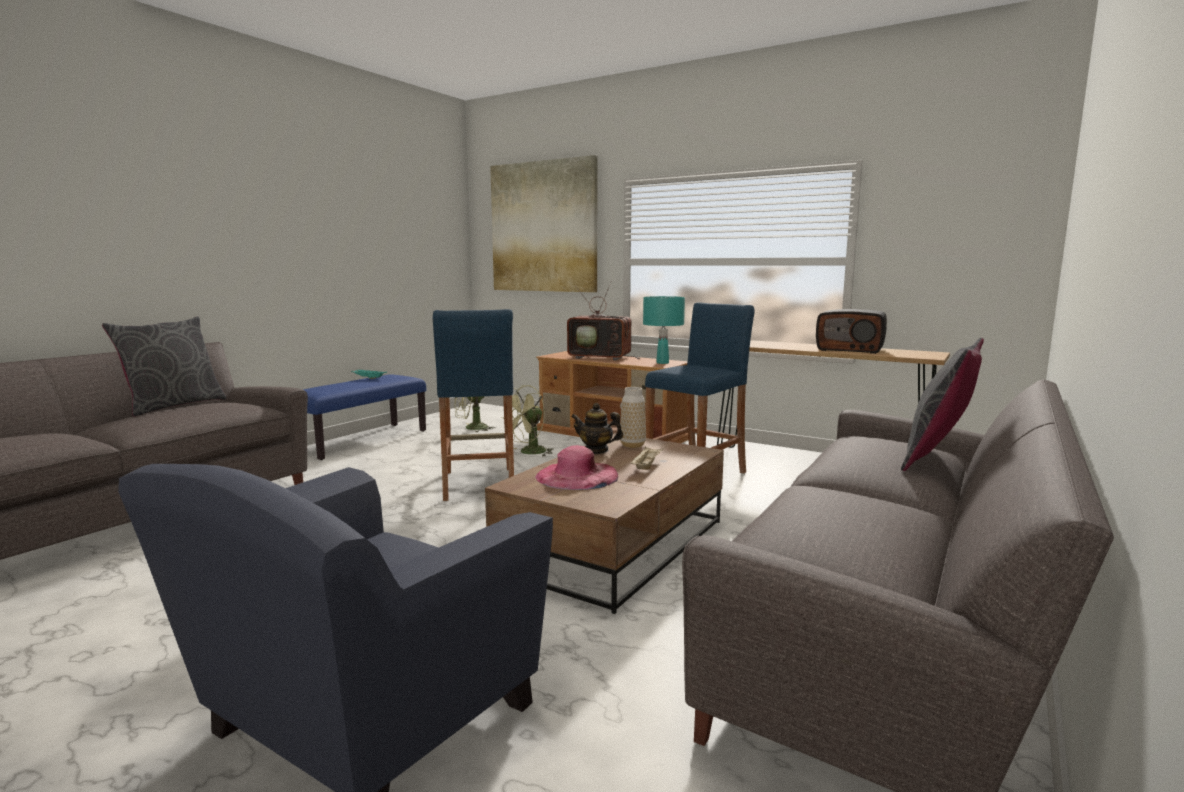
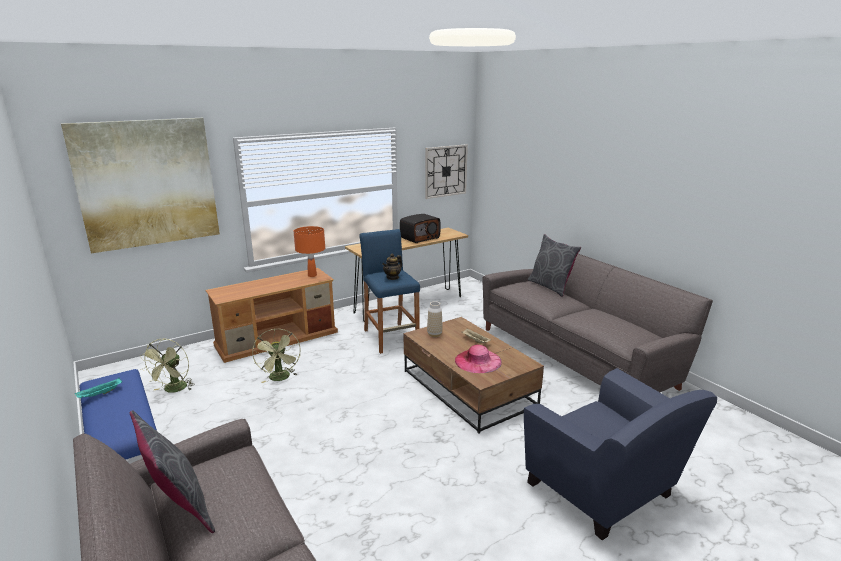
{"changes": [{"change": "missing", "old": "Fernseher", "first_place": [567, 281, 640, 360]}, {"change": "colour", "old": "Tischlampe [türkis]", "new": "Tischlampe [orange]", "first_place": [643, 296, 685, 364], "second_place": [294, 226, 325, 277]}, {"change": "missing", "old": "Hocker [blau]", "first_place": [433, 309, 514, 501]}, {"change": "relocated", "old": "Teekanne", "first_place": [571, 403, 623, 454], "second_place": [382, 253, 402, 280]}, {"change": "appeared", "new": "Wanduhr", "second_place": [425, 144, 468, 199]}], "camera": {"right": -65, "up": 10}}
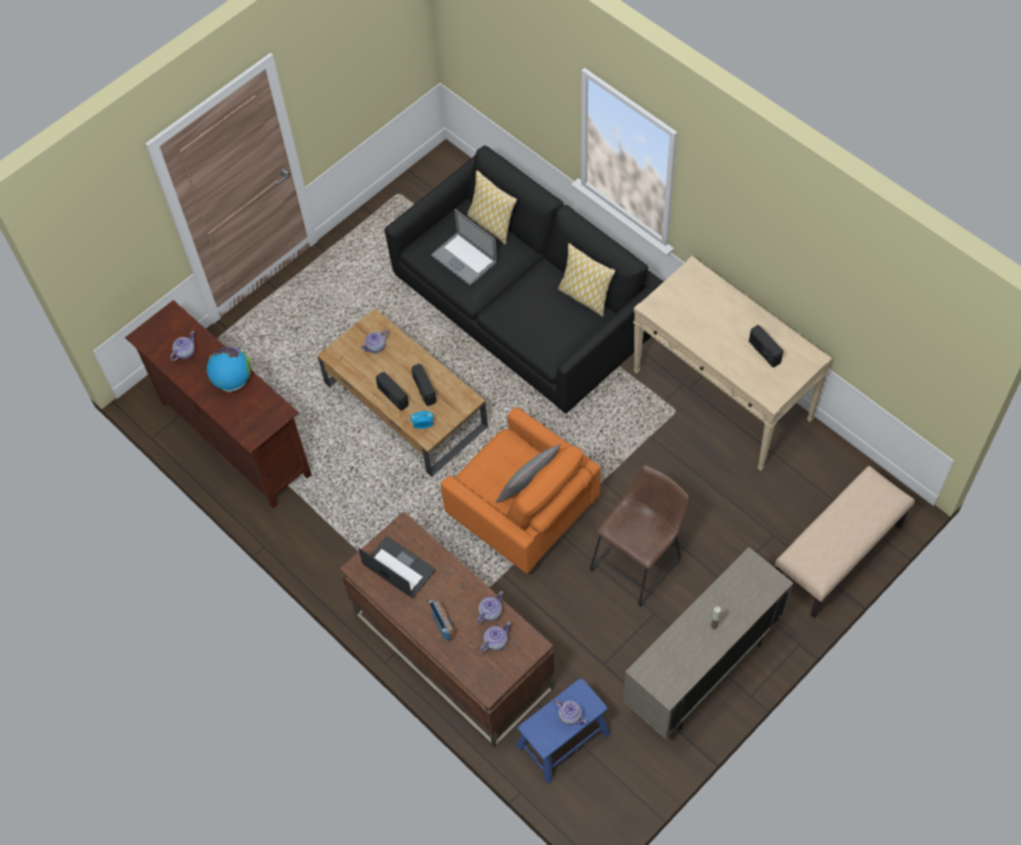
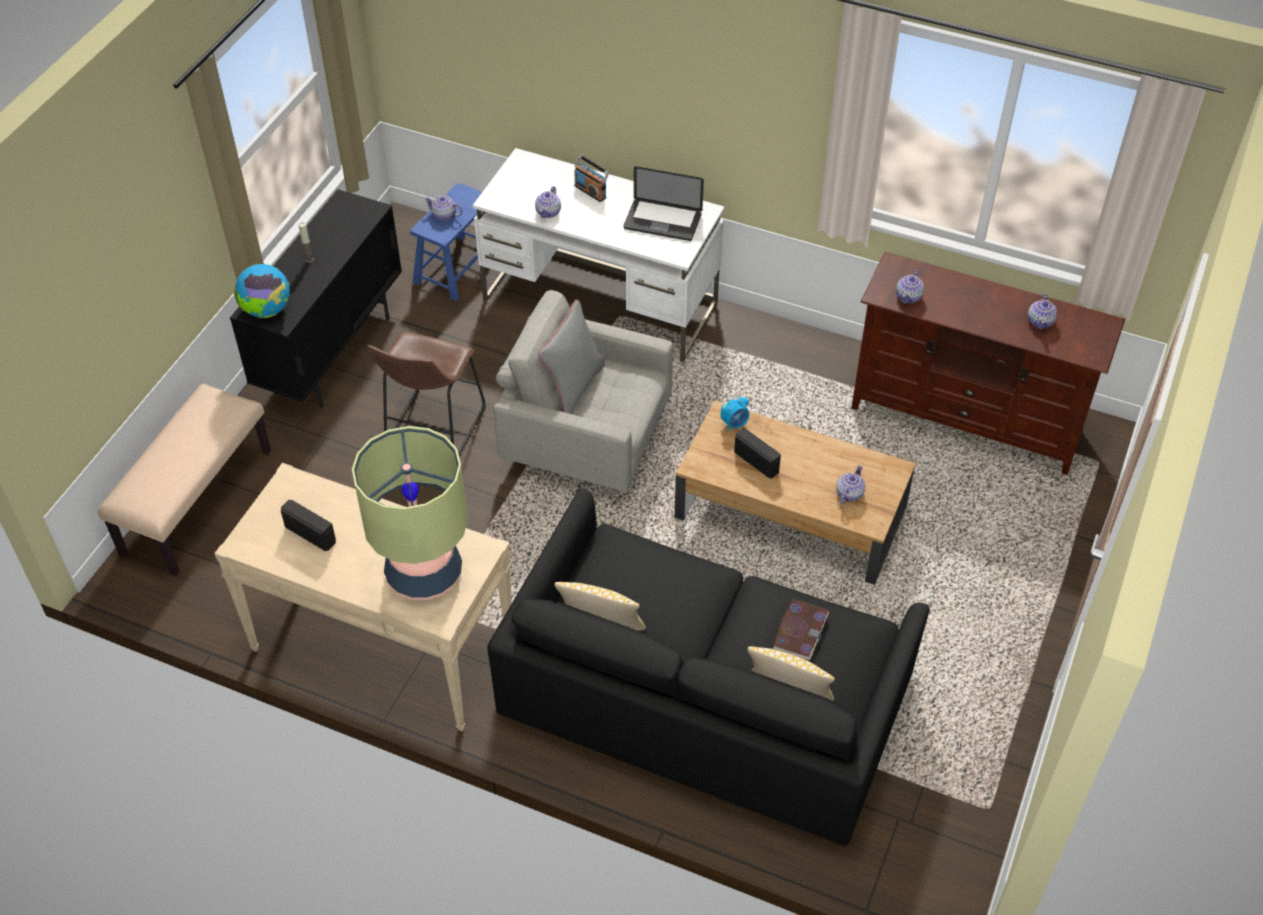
{"changes": [{"change": "exchanged", "old": "Laptop", "new": "Buch", "first_place": [431, 209, 497, 285], "second_place": [773, 599, 829, 661]}, {"change": "relocated", "old": "Globus", "first_place": [207, 347, 251, 392], "second_place": [234, 264, 290, 318]}, {"change": "missing", "old": "Radio", "first_place": [376, 372, 409, 411]}, {"change": "colour", "old": "Sessel [orange]", "new": "Sessel [grau]", "first_place": [441, 407, 601, 574], "second_place": [493, 290, 673, 491]}, {"change": "colour", "old": "Schreibtisch [braun]", "new": "Schreibtisch [weiß]", "first_place": [340, 511, 554, 748], "second_place": [473, 148, 725, 362]}, {"change": "colour", "old": "Schrank [beige]", "new": "Schrank [schwarz]", "first_place": [623, 547, 793, 739], "second_place": [230, 189, 402, 408]}, {"change": "relocated", "old": "Teekanne", "first_place": [480, 622, 510, 652], "second_place": [896, 270, 924, 304]}, {"change": "appeared", "new": "Tischlampe", "second_place": [352, 426, 468, 600]}], "camera": {"right": 155, "up": -10}}
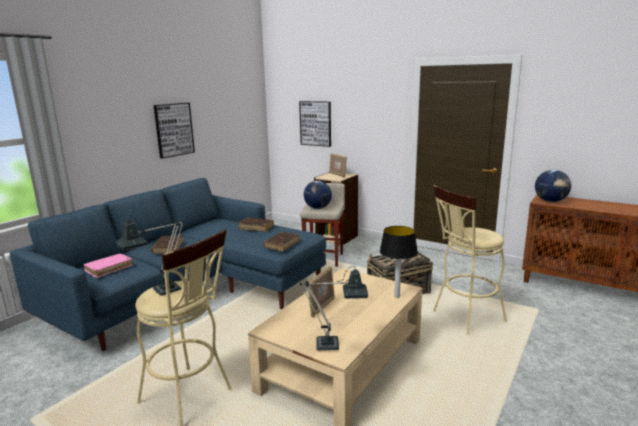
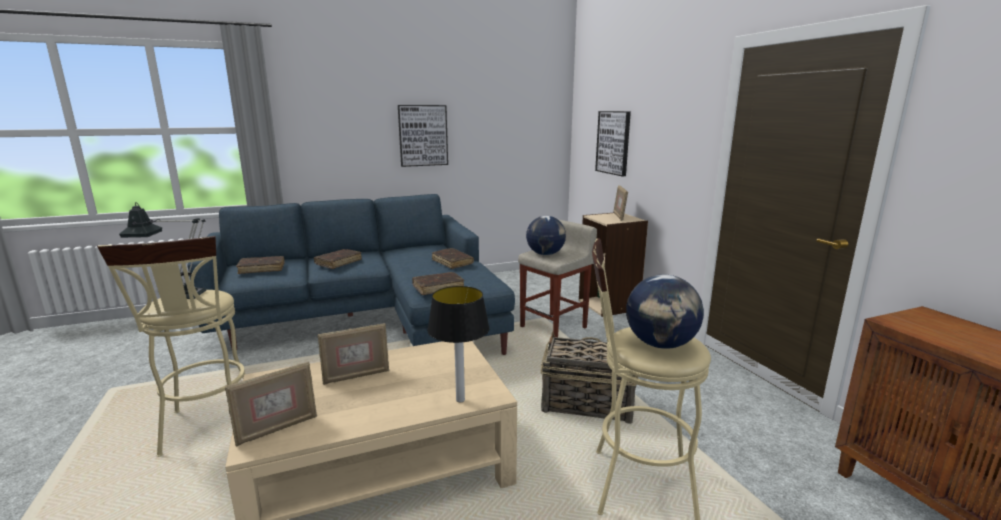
{"changes": [{"change": "relocated", "old": "Globus", "first_place": [535, 170, 571, 202], "second_place": [626, 274, 704, 349]}, {"change": "colour", "old": "Buch [rosa]", "new": "Buch [braun]", "first_place": [83, 254, 133, 278], "second_place": [236, 256, 285, 274]}, {"change": "exchanged", "old": "Tischlampe", "new": "Bilderrahmen", "first_place": [300, 266, 368, 350], "second_place": [225, 362, 317, 446]}], "camera": {"right": 35, "up": 0}}
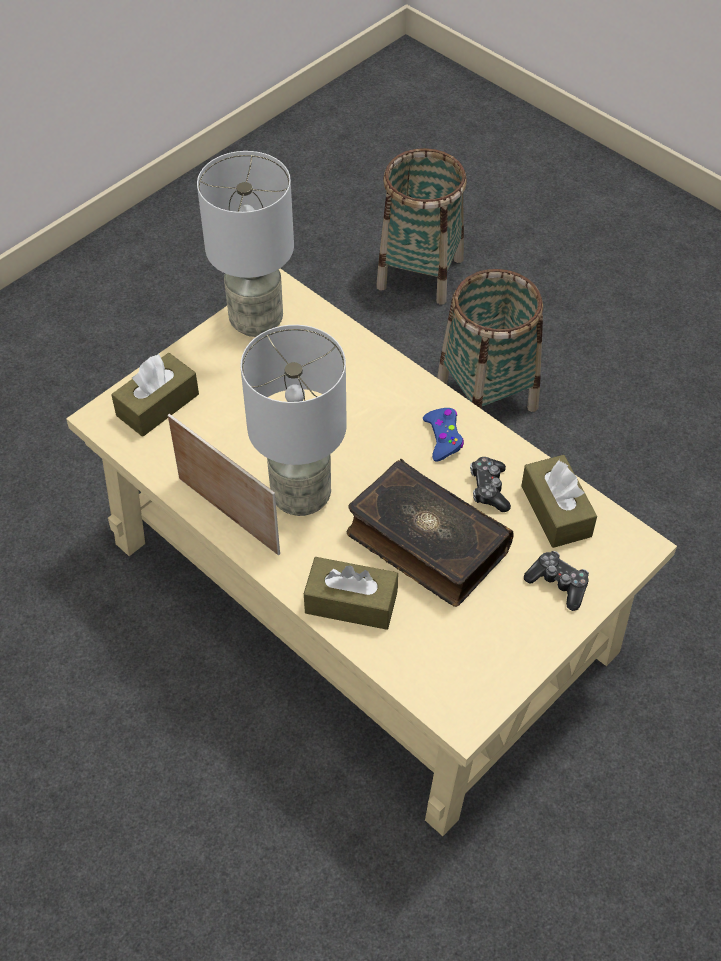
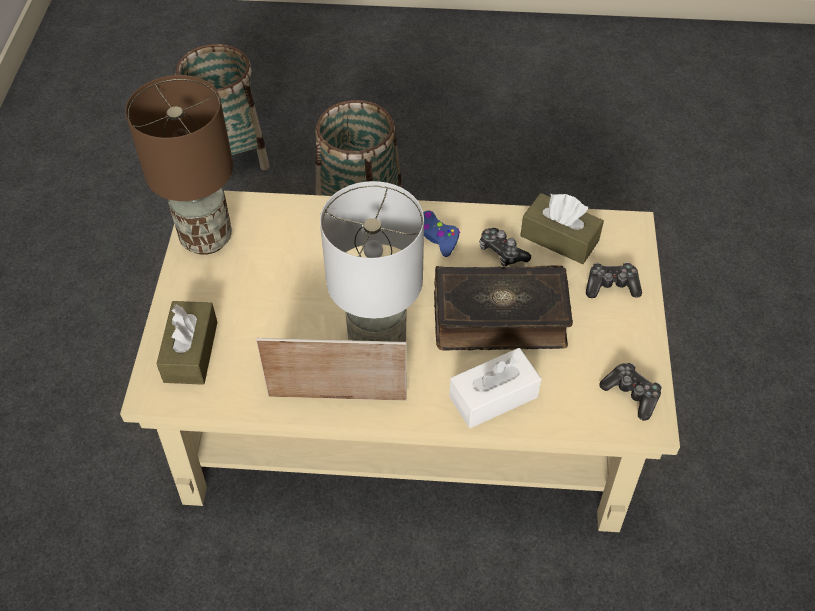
{"changes": [{"change": "colour", "old": "Tischlampe [grau]", "new": "Tischlampe [braun]", "first_place": [197, 151, 294, 337], "second_place": [125, 75, 233, 255]}, {"change": "colour", "old": "Taschentuchbox [braun]", "new": "Taschentuchbox [weiß]", "first_place": [304, 557, 398, 630], "second_place": [449, 348, 542, 428]}, {"change": "appeared", "new": "Gamepad", "second_place": [599, 363, 662, 421]}], "camera": {"right": -40, "up": 0}}
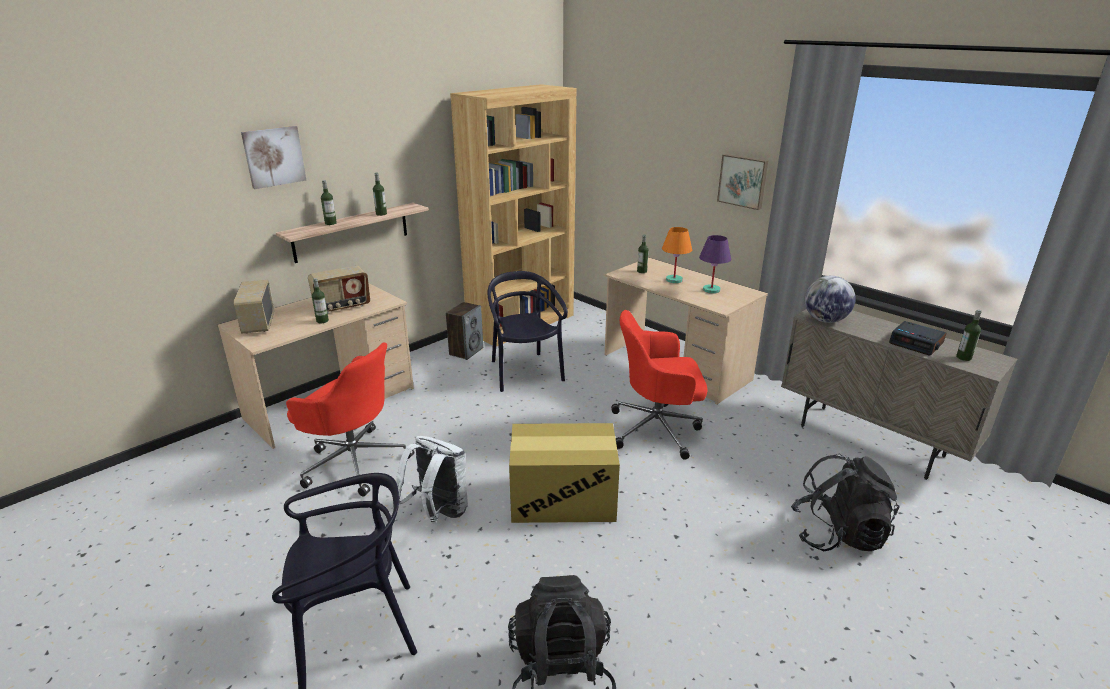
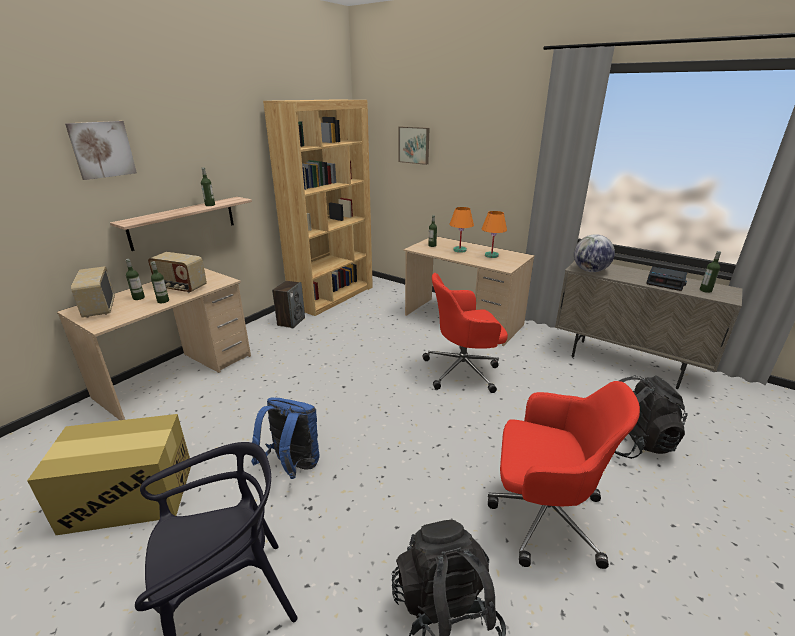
{"changes": [{"change": "relocated", "old": "Bild", "first_place": [717, 154, 768, 210], "second_place": [398, 126, 429, 165]}, {"change": "relocated", "old": "Flasche", "first_place": [321, 180, 337, 225], "second_place": [126, 259, 145, 300]}, {"change": "colour", "old": "Tischlampe [lila]", "new": "Tischlampe [orange]", "first_place": [699, 235, 731, 294], "second_place": [482, 211, 507, 258]}, {"change": "spun", "old": "Radio", "first_place": [308, 266, 370, 313], "second_place": [148, 252, 207, 293], "degrees": 60}, {"change": "missing", "old": "Stuhl [schwarz]", "first_place": [487, 271, 568, 392]}, {"change": "relocated", "old": "Bürostuhl [rot]", "first_place": [286, 342, 414, 497], "second_place": [488, 381, 640, 569]}, {"change": "relocated", "old": "Karton", "first_place": [509, 423, 620, 523], "second_place": [27, 414, 191, 535]}, {"change": "colour", "old": "Rucksack [weiß]", "new": "Rucksack [blau]", "first_place": [396, 436, 468, 523], "second_place": [251, 397, 320, 479]}], "camera": {"right": -10, "up": 0}}
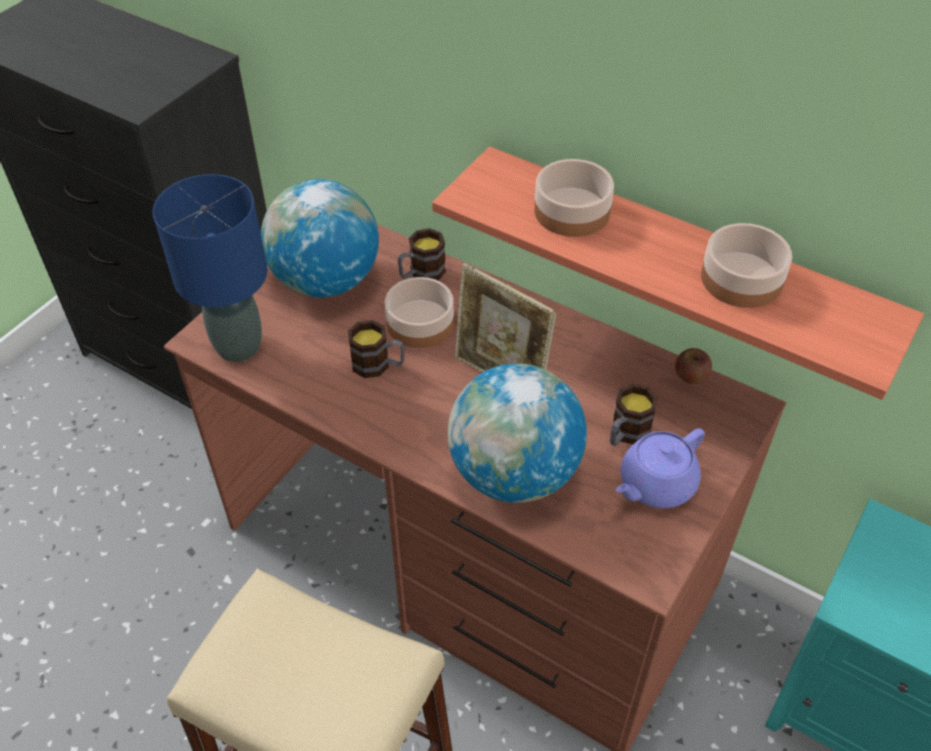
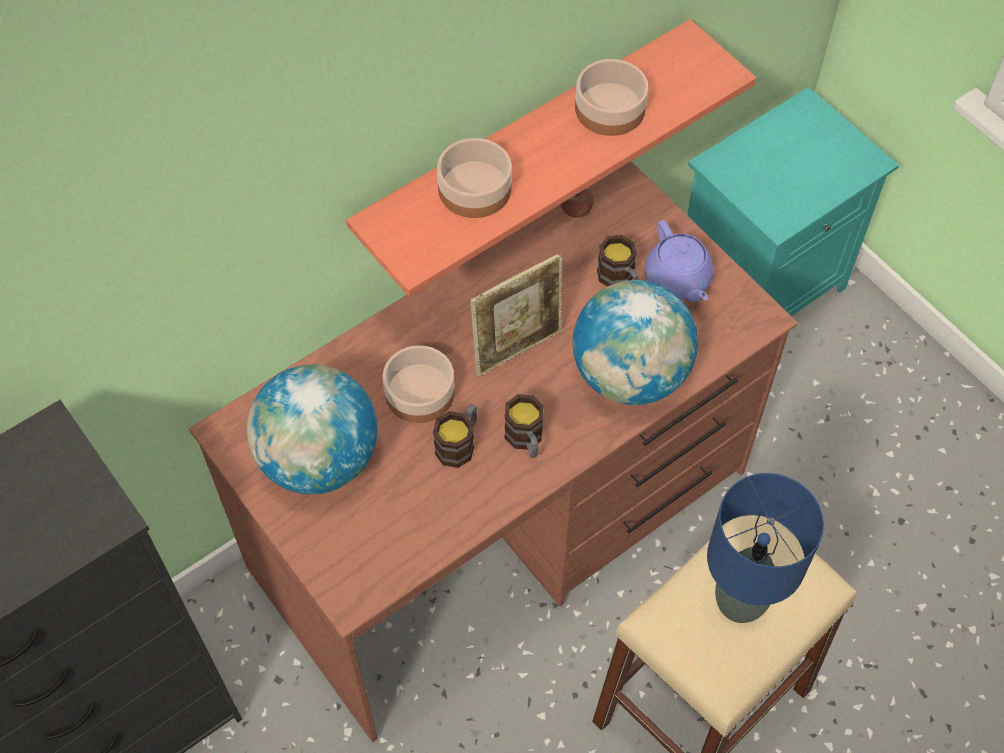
{"changes": [{"change": "relocated", "old": "Tischlampe [blau]", "first_place": [153, 174, 268, 362], "second_place": [707, 473, 824, 623]}, {"change": "relocated", "old": "Henkelbecher", "first_place": [398, 228, 446, 280], "second_place": [505, 394, 544, 458]}], "camera": {"right": -70, "up": 10}}
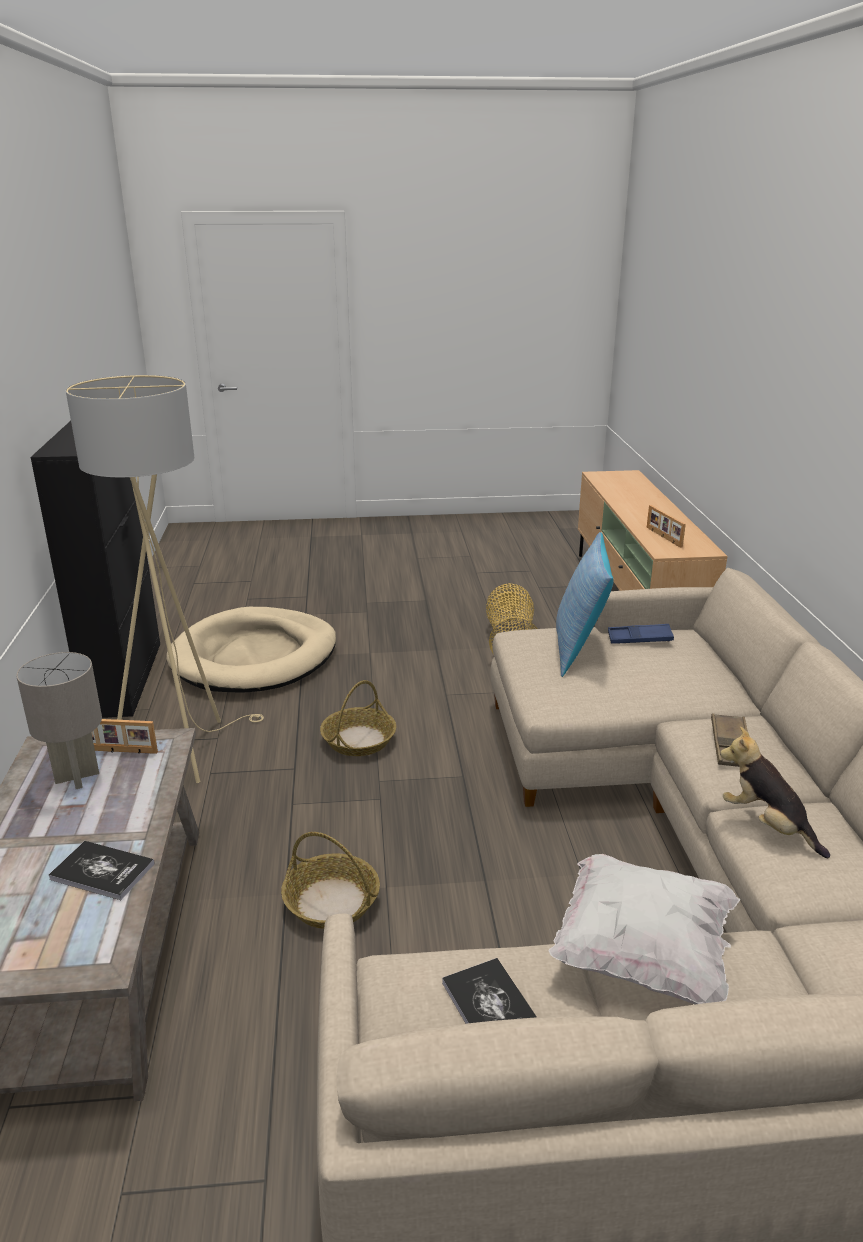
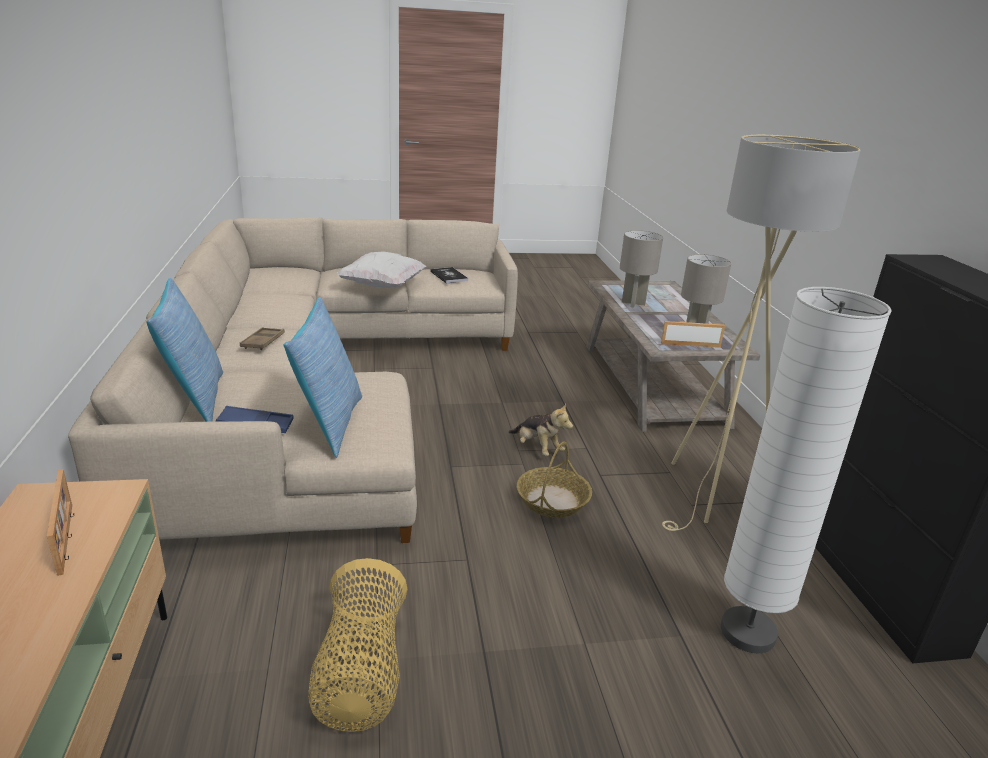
{"changes": [{"change": "exchanged", "old": "Hundebett [beige]", "new": "Stehlampe [weiß]", "first_place": [166, 607, 336, 693], "second_place": [721, 287, 892, 654]}, {"change": "relocated", "old": "Plüschtier", "first_place": [720, 727, 830, 858], "second_place": [508, 403, 573, 456]}, {"change": "missing", "old": "Korb", "first_place": [281, 832, 380, 929]}, {"change": "exchanged", "old": "Buch", "new": "Tischlampe [grau]", "first_place": [49, 841, 155, 900], "second_place": [620, 230, 663, 308]}, {"change": "appeared", "new": "Kissen", "second_place": [146, 278, 223, 422]}], "camera": {"right": 175, "up": 0}}
